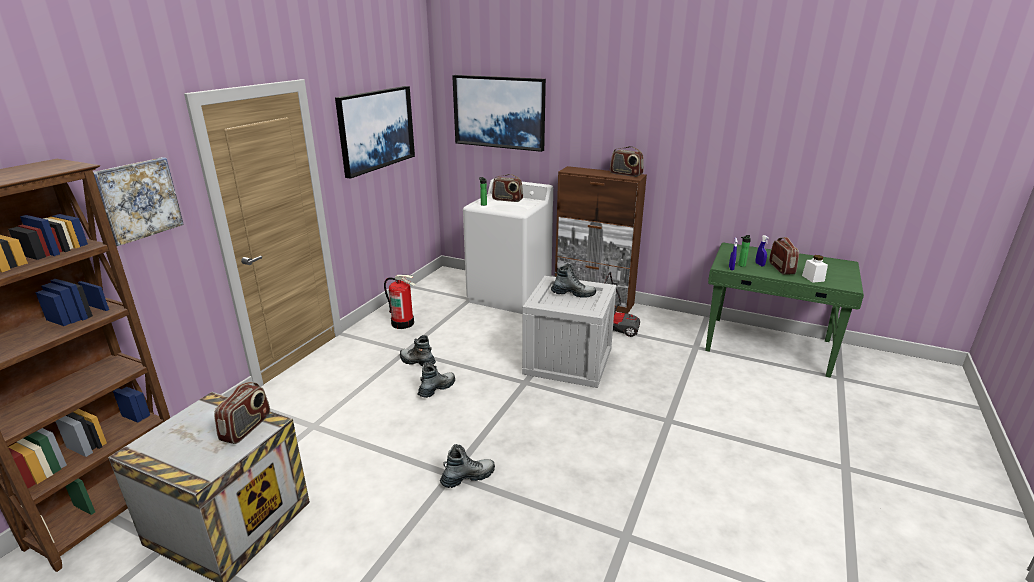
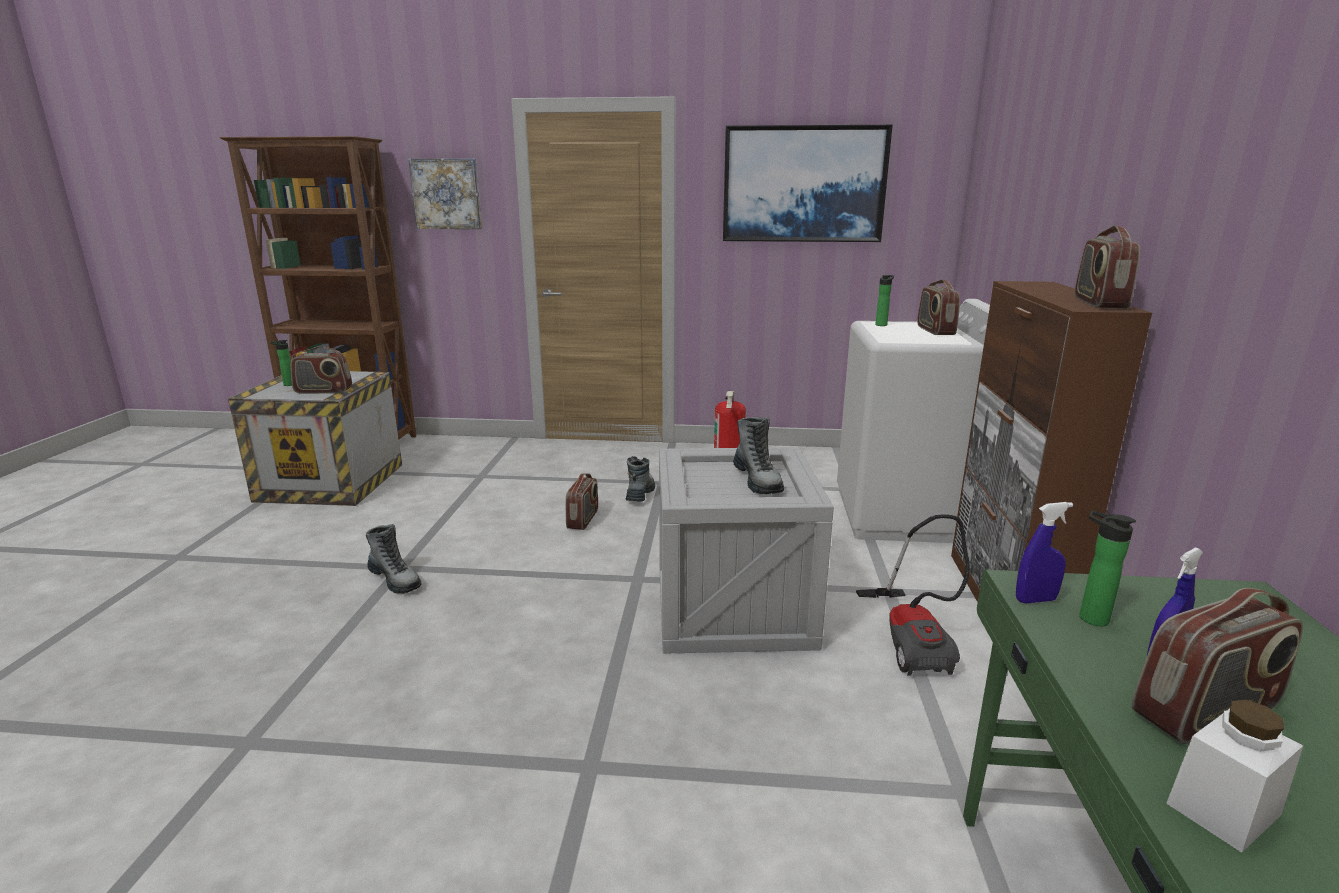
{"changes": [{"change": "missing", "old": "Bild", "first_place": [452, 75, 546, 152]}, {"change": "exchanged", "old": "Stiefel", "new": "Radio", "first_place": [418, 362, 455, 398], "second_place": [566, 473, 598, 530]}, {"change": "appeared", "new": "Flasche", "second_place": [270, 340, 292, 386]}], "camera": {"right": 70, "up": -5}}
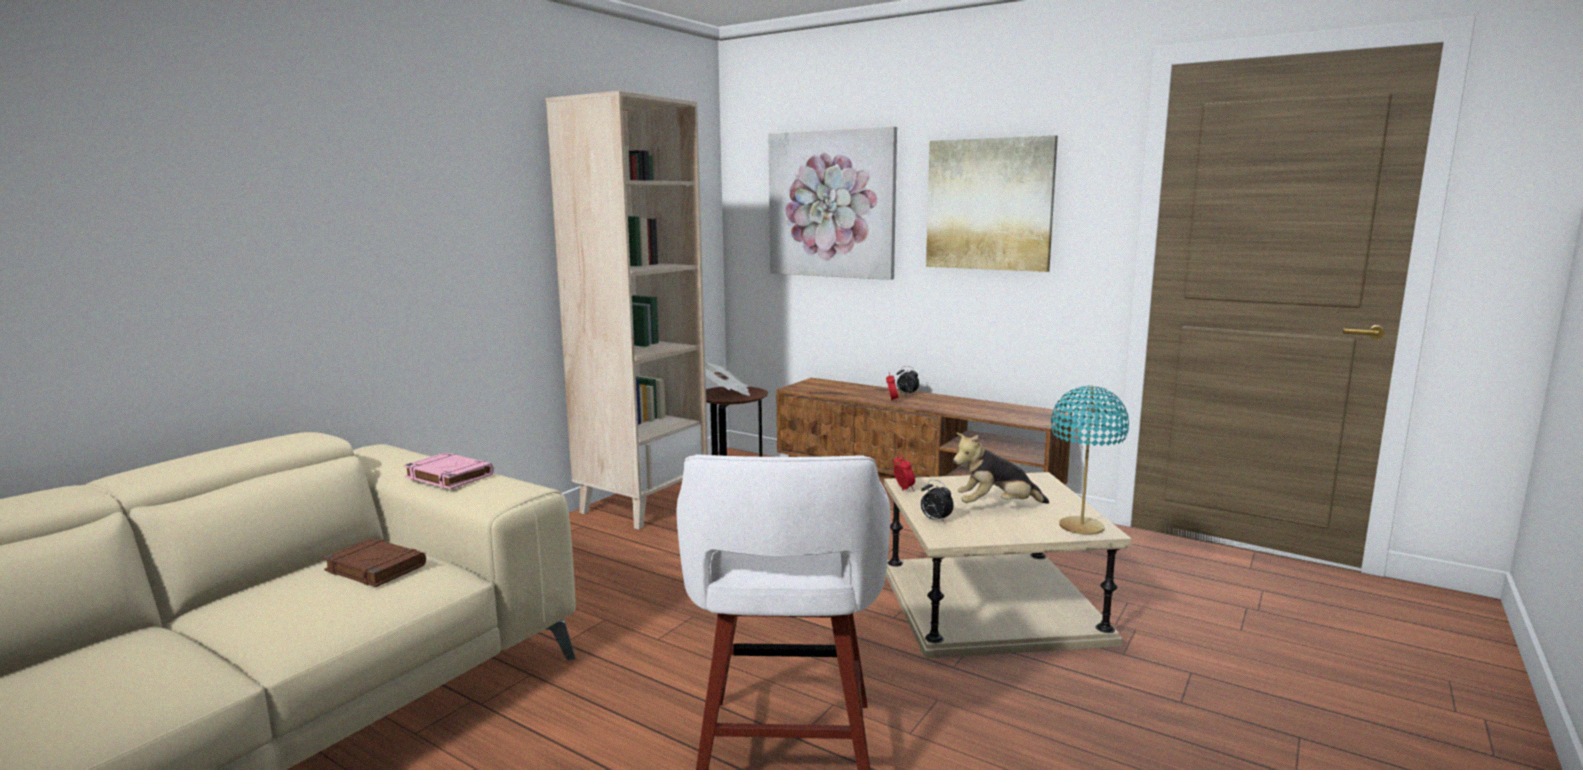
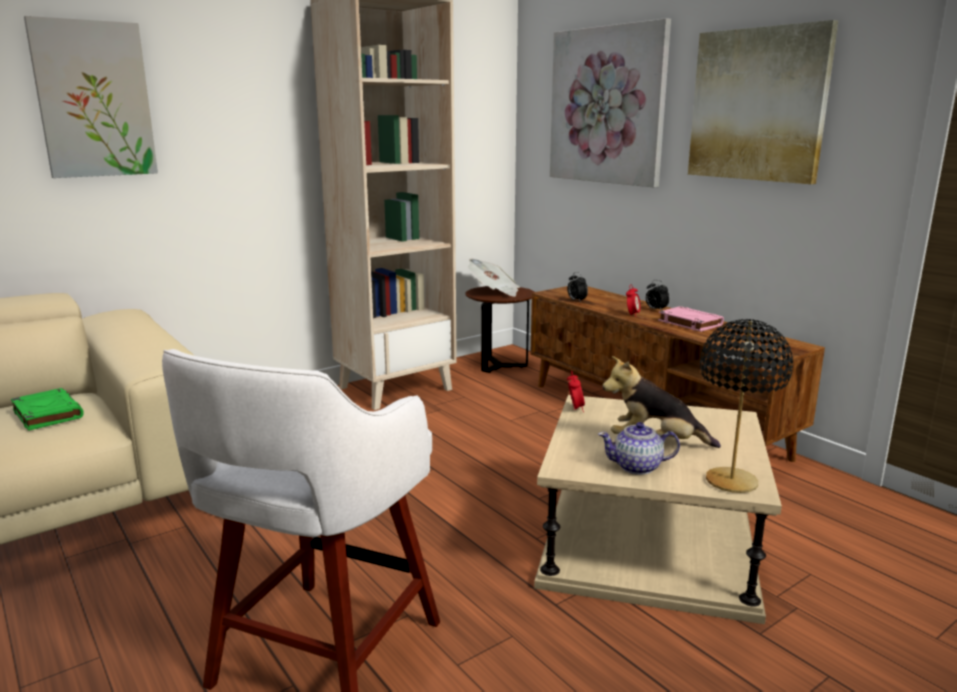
{"changes": [{"change": "colour", "old": "Tischlampe [türkis]", "new": "Tischlampe [schwarz]", "first_place": [1051, 386, 1129, 535], "second_place": [700, 319, 793, 493]}, {"change": "relocated", "old": "Buch [rosa]", "first_place": [403, 453, 494, 489], "second_place": [658, 306, 724, 332]}, {"change": "relocated", "old": "Wecker", "first_place": [921, 480, 954, 523], "second_place": [567, 272, 588, 303]}, {"change": "colour", "old": "Buch [braun]", "new": "Buch [grün]", "first_place": [323, 538, 426, 587], "second_place": [11, 388, 84, 431]}, {"change": "appeared", "new": "Bild", "second_place": [24, 16, 158, 178]}, {"change": "appeared", "new": "Teekanne", "second_place": [598, 422, 680, 475]}], "camera": {"right": 20, "up": 5}}
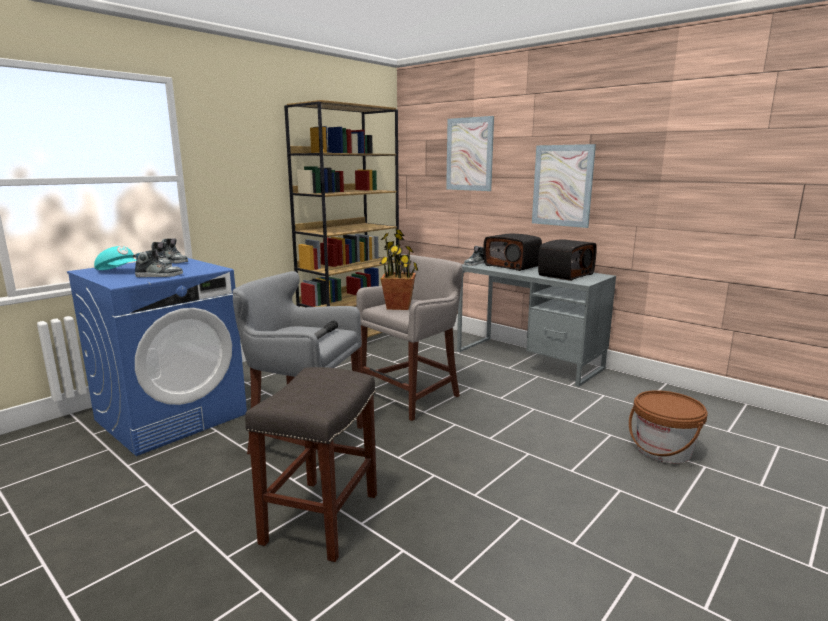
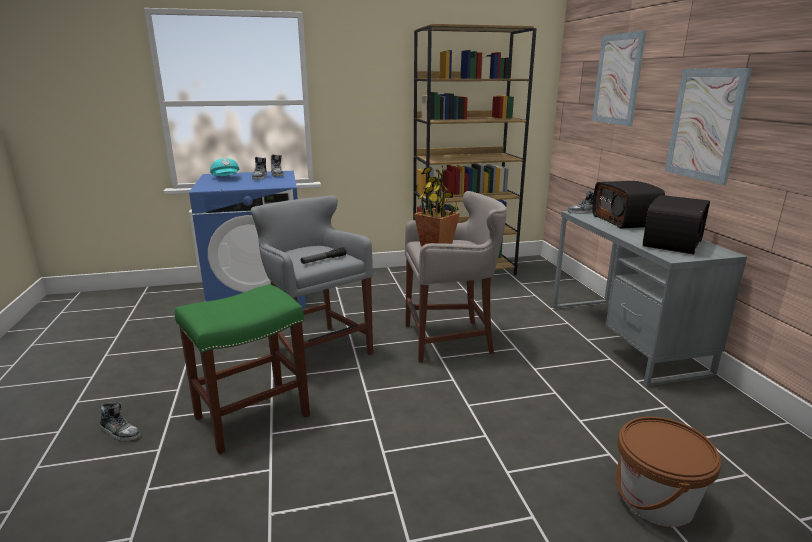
{"changes": [{"change": "spun", "old": "Radio", "first_place": [538, 239, 597, 281], "second_place": [643, 195, 710, 255], "degrees": -45}, {"change": "relocated", "old": "Schuh", "first_place": [133, 250, 183, 277], "second_place": [100, 402, 141, 442]}, {"change": "colour", "old": "Hocker [grau]", "new": "Hocker [grün]", "first_place": [245, 367, 377, 562], "second_place": [175, 284, 310, 454]}], "camera": {"right": 35, "up": 5}}
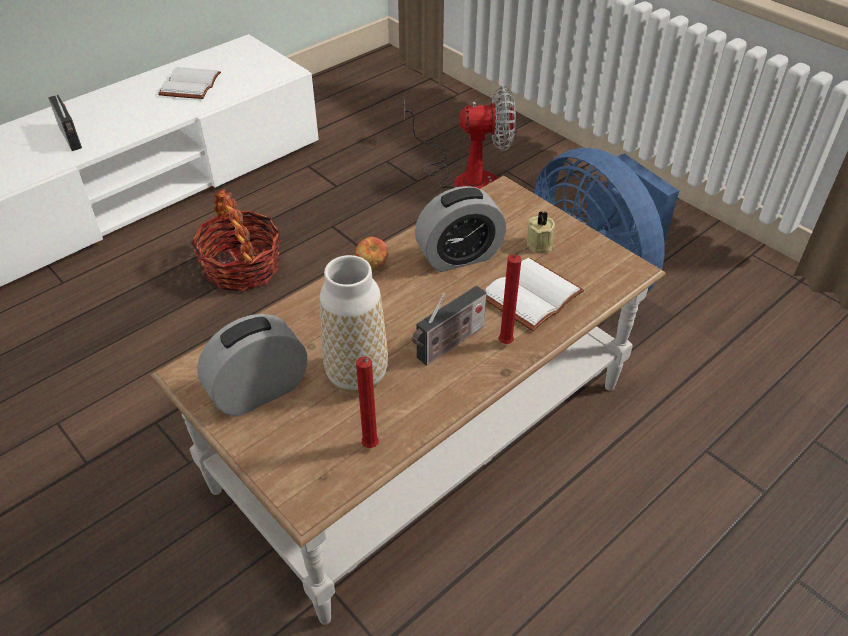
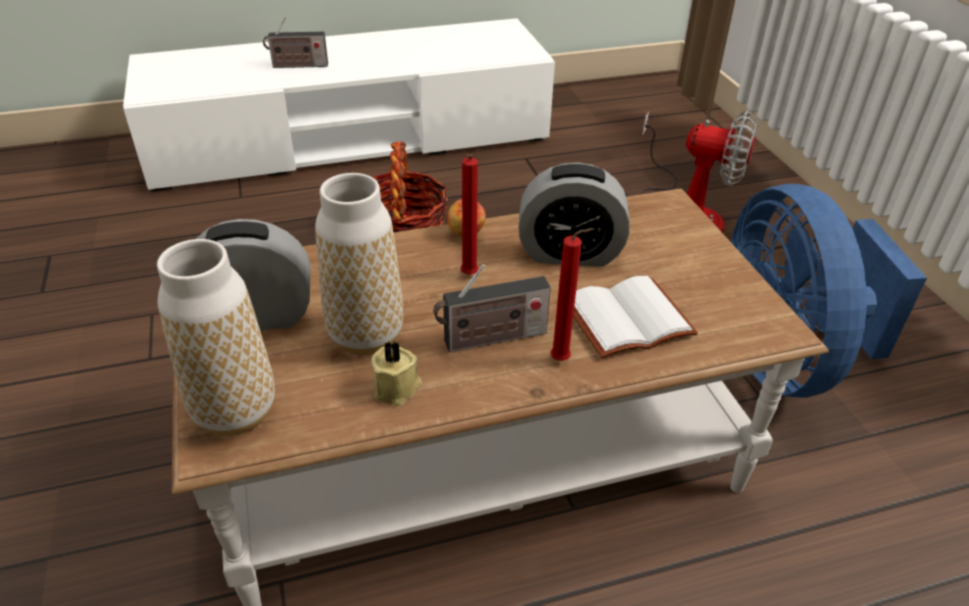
{"changes": [{"change": "missing", "old": "Buch [weiß]", "first_place": [158, 67, 221, 99]}, {"change": "spun", "old": "Radio", "first_place": [48, 95, 82, 151], "second_place": [263, 16, 328, 68], "degrees": 90}, {"change": "relocated", "old": "Kerze [beige]", "first_place": [527, 211, 555, 253], "second_place": [371, 341, 422, 406]}, {"change": "relocated", "old": "Kerze [rot]", "first_place": [356, 357, 379, 448], "second_place": [461, 154, 478, 275]}, {"change": "appeared", "new": "Vase", "second_place": [157, 239, 275, 436]}], "camera": {"right": 25, "up": -5}}
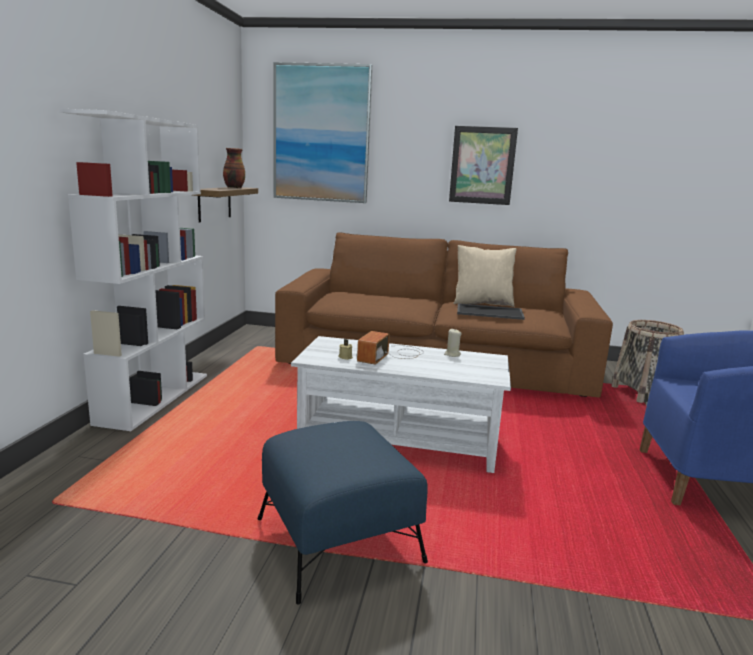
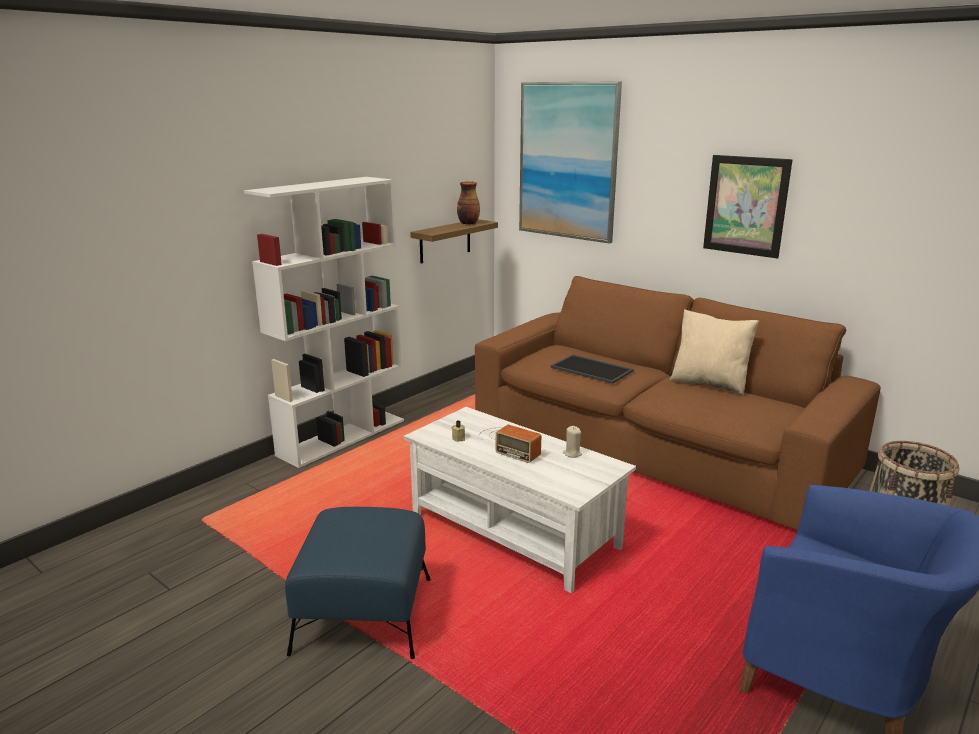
{"changes": [{"change": "relocated", "old": "Tablett", "first_place": [457, 303, 525, 320], "second_place": [551, 354, 634, 384]}, {"change": "spun", "old": "Radio", "first_place": [357, 331, 424, 365], "second_place": [478, 424, 541, 463], "degrees": -105}], "camera": {"right": 30, "up": 5}}
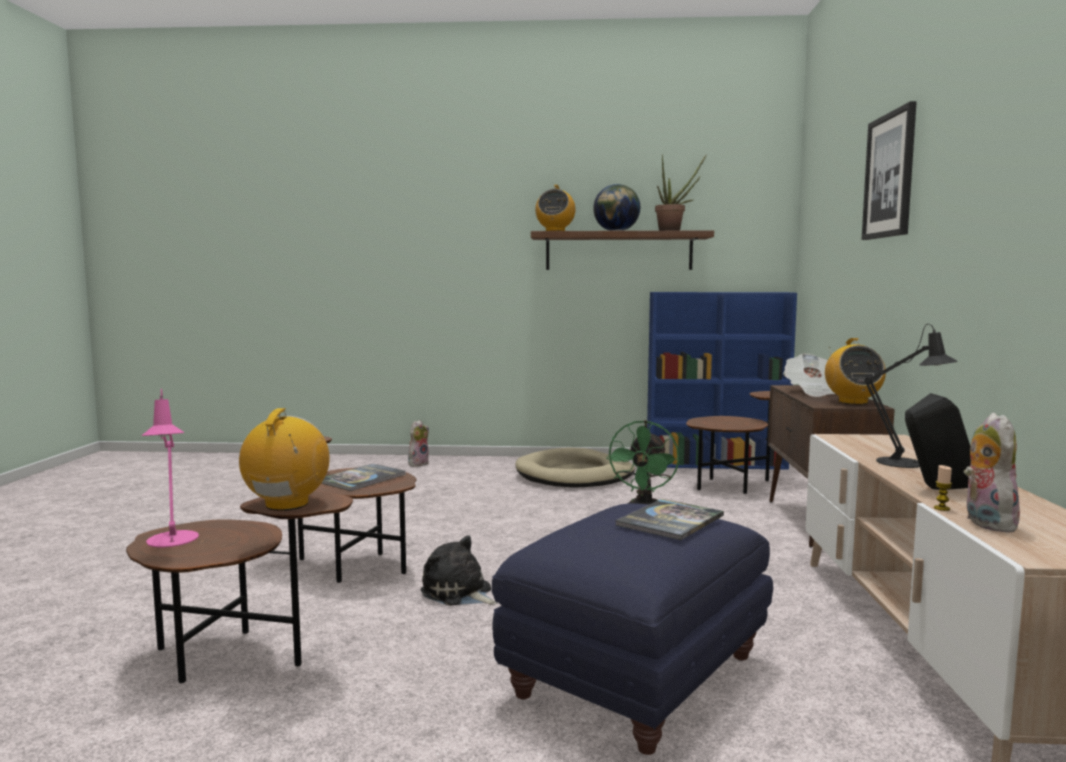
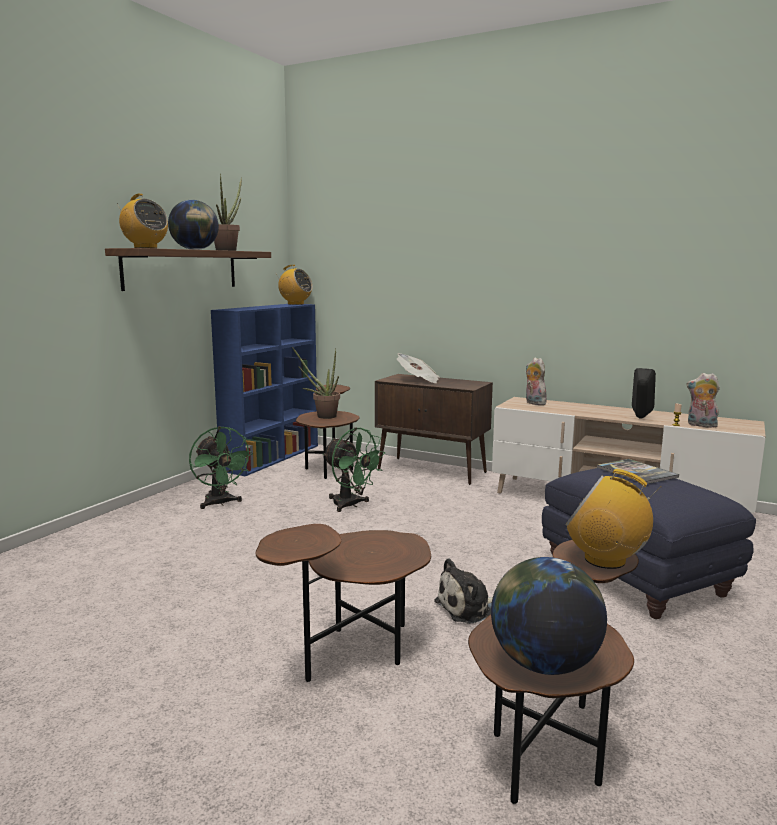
{"changes": [{"change": "missing", "old": "Bild", "first_place": [861, 101, 917, 240]}, {"change": "missing", "old": "Tischlampe [schwarz]", "first_place": [864, 324, 958, 468]}, {"change": "relocated", "old": "Radio", "first_place": [825, 338, 886, 405], "second_place": [275, 265, 313, 305]}, {"change": "exchanged", "old": "Tischlampe [rosa]", "new": "Globus", "first_place": [141, 389, 199, 547], "second_place": [491, 557, 607, 675]}, {"change": "relocated", "old": "Plüschtier", "first_place": [408, 420, 429, 467], "second_place": [526, 357, 547, 405]}, {"change": "exchanged", "old": "Hundebett [beige]", "new": "Ventilator [grün]", "first_place": [515, 447, 635, 488], "second_place": [189, 426, 253, 509]}, {"change": "missing", "old": "Buch", "first_place": [322, 464, 406, 491]}, {"change": "appeared", "new": "Topfpflanze", "second_place": [292, 347, 340, 419]}], "camera": {"right": -65, "up": 5}}
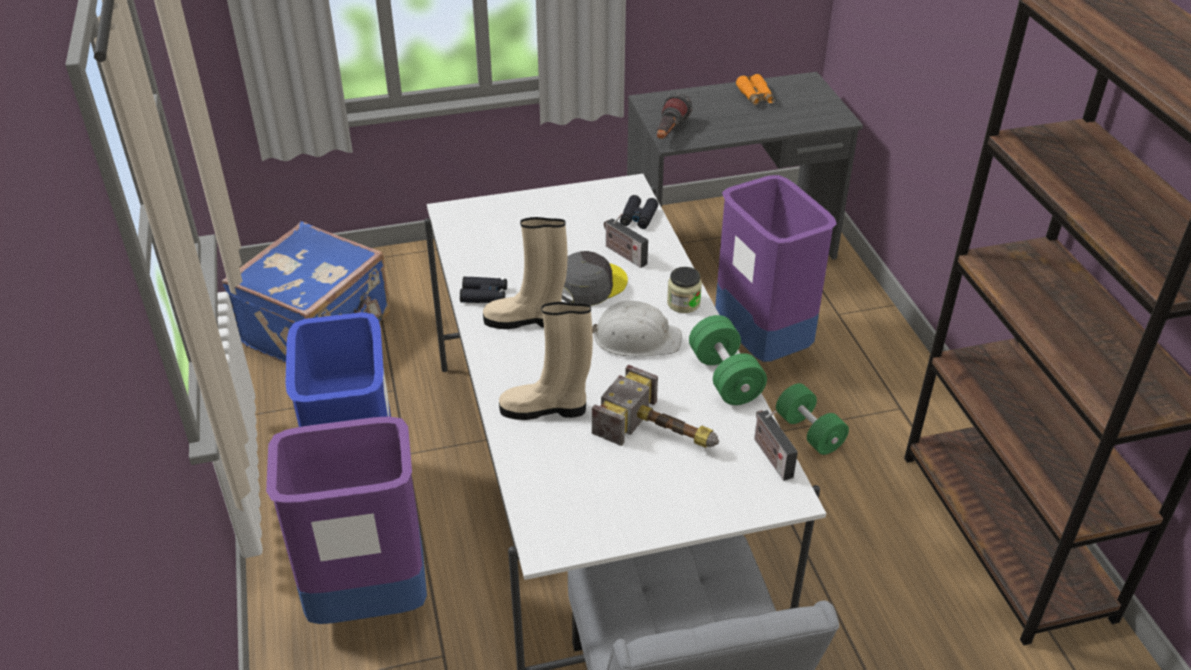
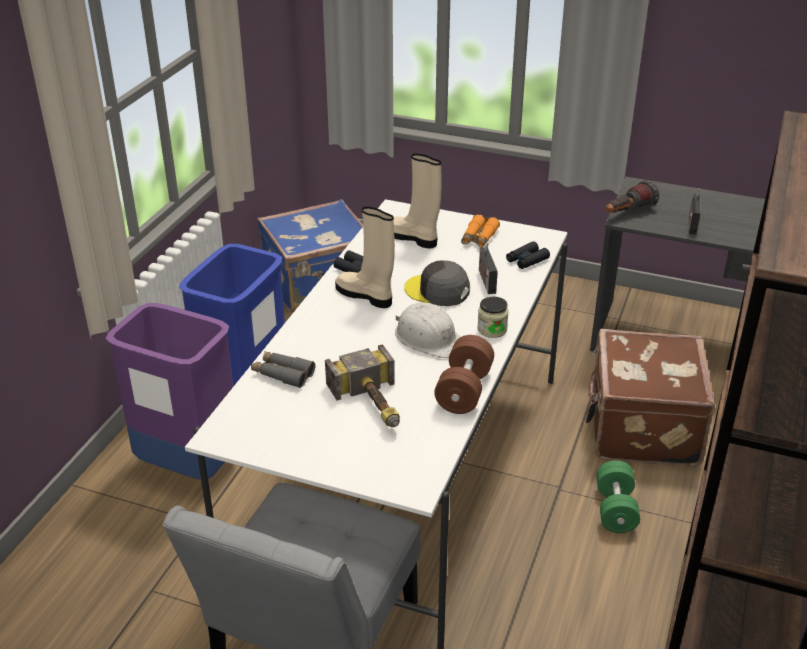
{"changes": [{"change": "relocated", "old": "Fernglas [orange]", "first_place": [736, 74, 775, 106], "second_place": [461, 214, 500, 248]}, {"change": "exchanged", "old": "Mülleimer [lila]", "new": "Koffer [braun]", "first_place": [715, 175, 837, 362], "second_place": [586, 329, 715, 467]}, {"change": "spun", "old": "Kappe [grau]", "first_place": [562, 251, 628, 306], "second_place": [404, 260, 470, 306], "degrees": -150}, {"change": "relocated", "old": "Stiefel [beige]", "first_place": [499, 302, 593, 420], "second_place": [393, 153, 441, 249]}, {"change": "colour", "old": "Hantel [grün]", "new": "Hantel [braun]", "first_place": [689, 315, 767, 405], "second_place": [434, 335, 494, 414]}, {"change": "relocated", "old": "Radio", "first_place": [754, 410, 798, 481], "second_place": [689, 189, 701, 235]}, {"change": "appeared", "new": "Fernglas [grau]", "second_place": [251, 351, 315, 388]}], "camera": {"right": 35, "up": -5}}
